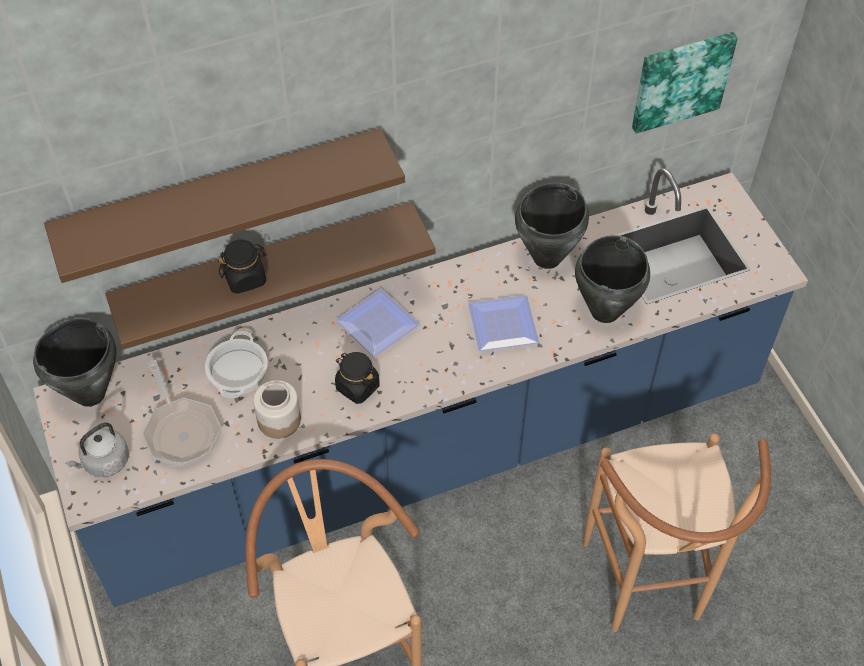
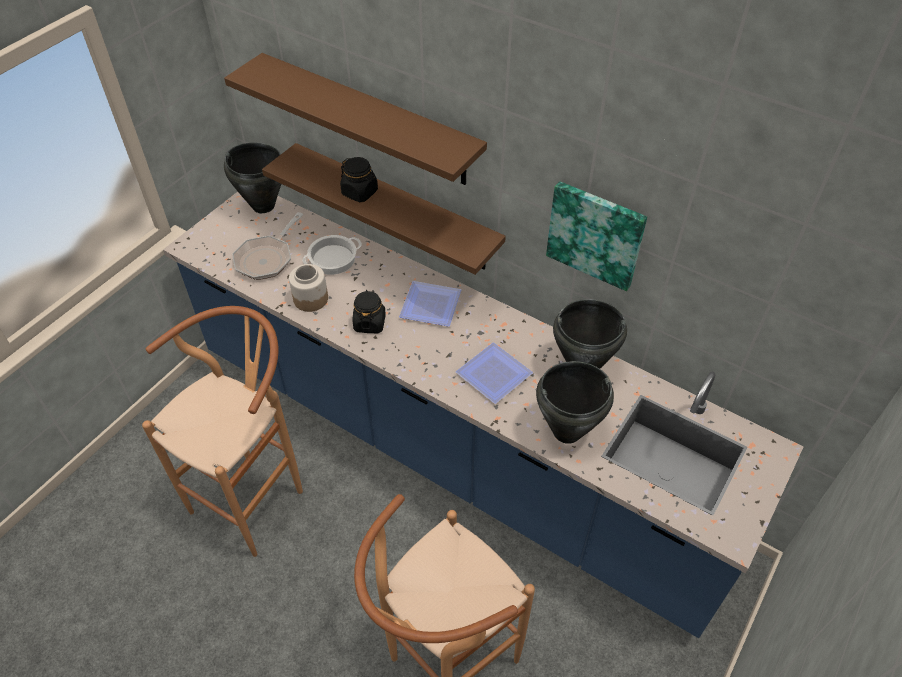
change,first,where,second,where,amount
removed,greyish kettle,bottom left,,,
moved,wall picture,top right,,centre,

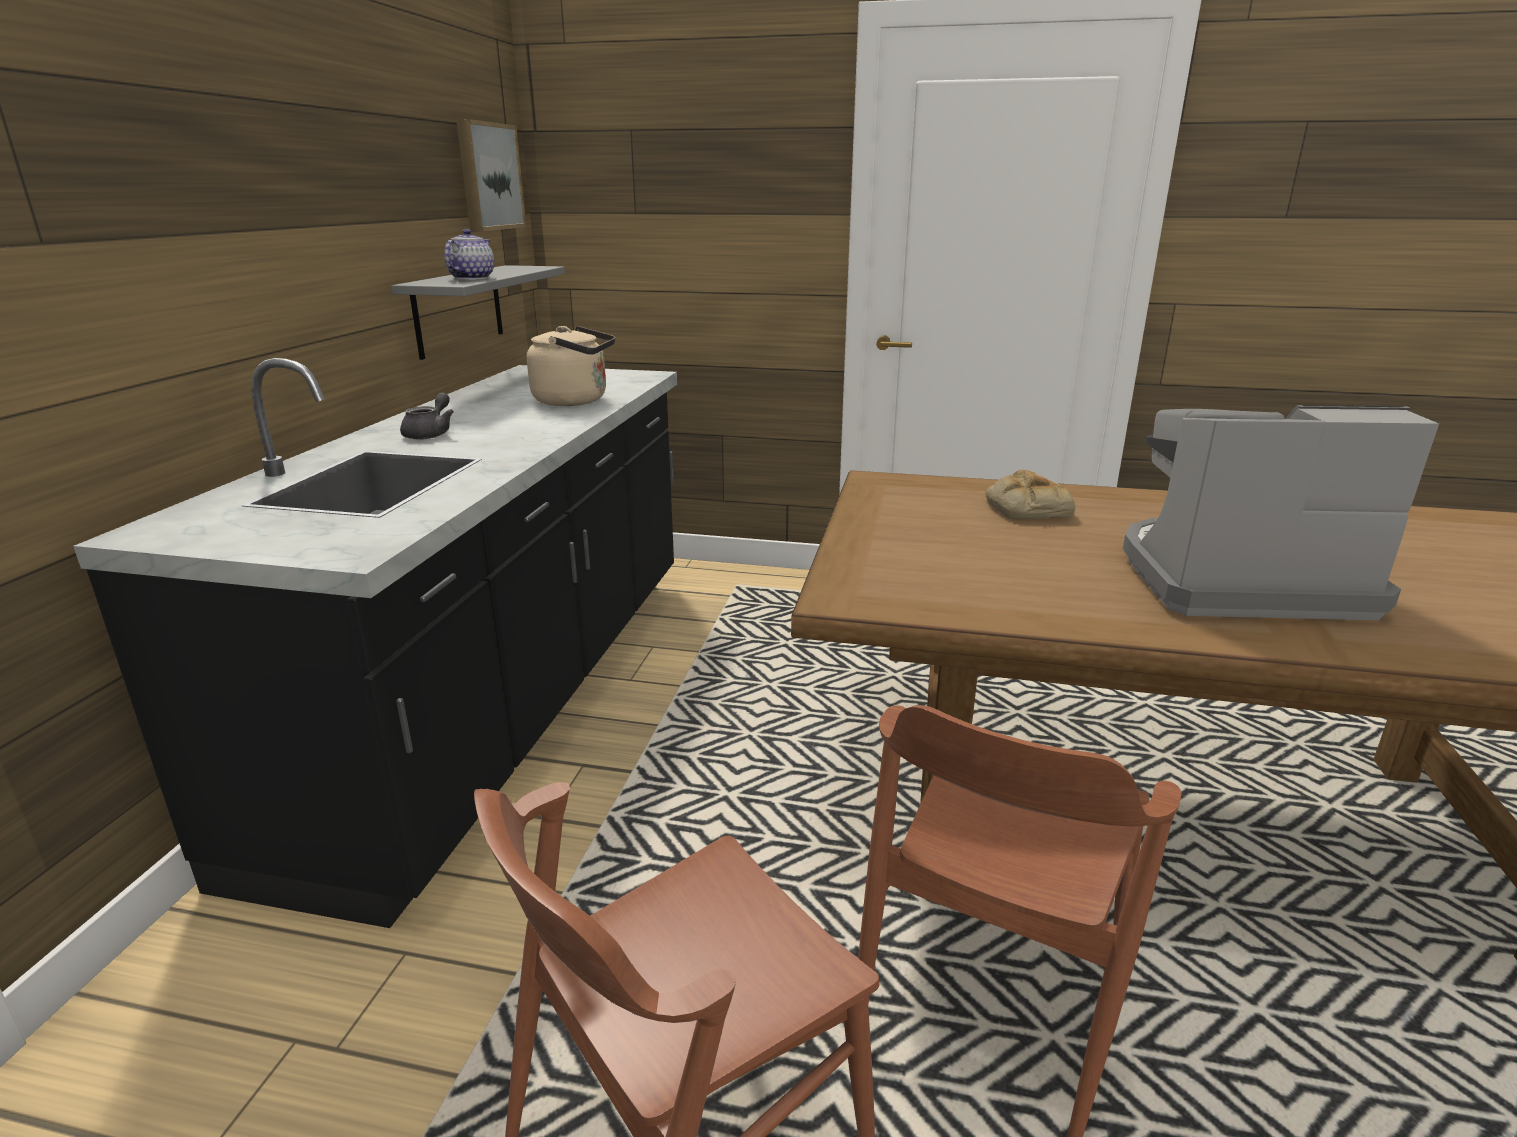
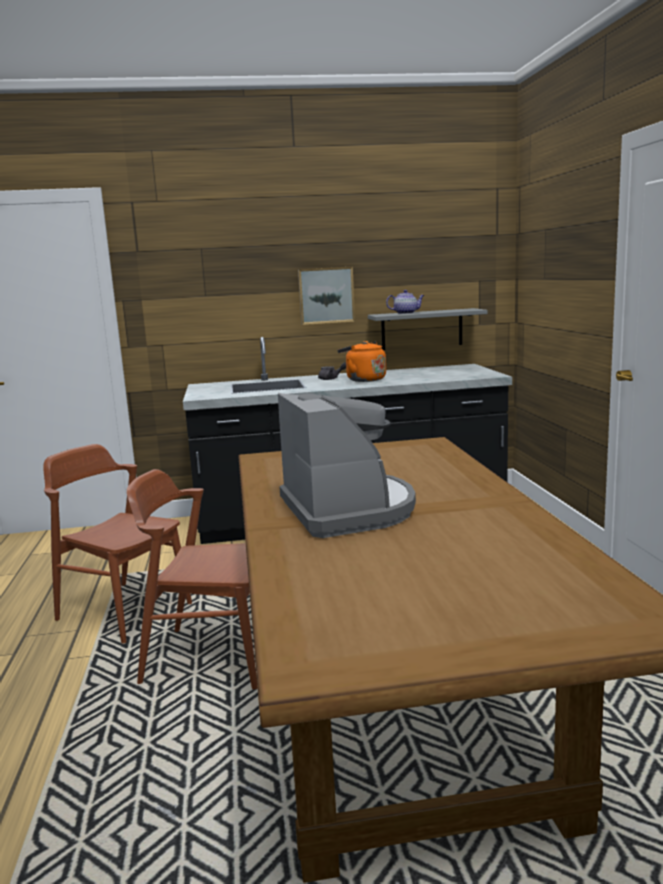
change,first,where,second,where,amount
removed,sand-coloured kettle,top centre,,,
removed,bakery bread,middle right,,,
added,,,orange kettle,centre,
moved,wall picture,top left,,centre,

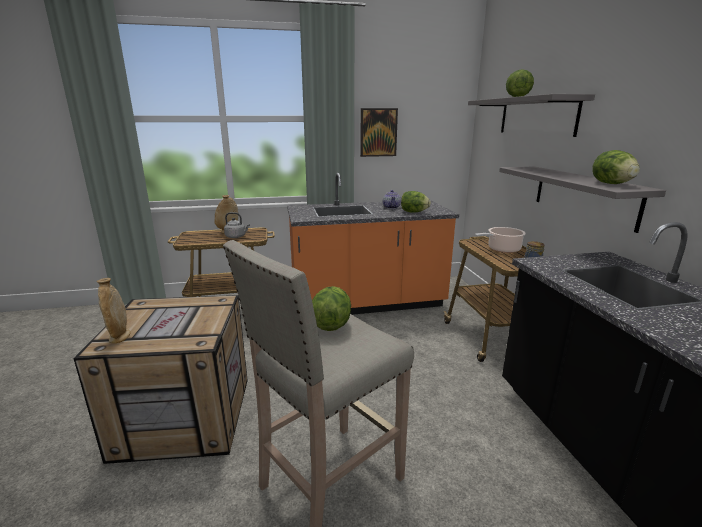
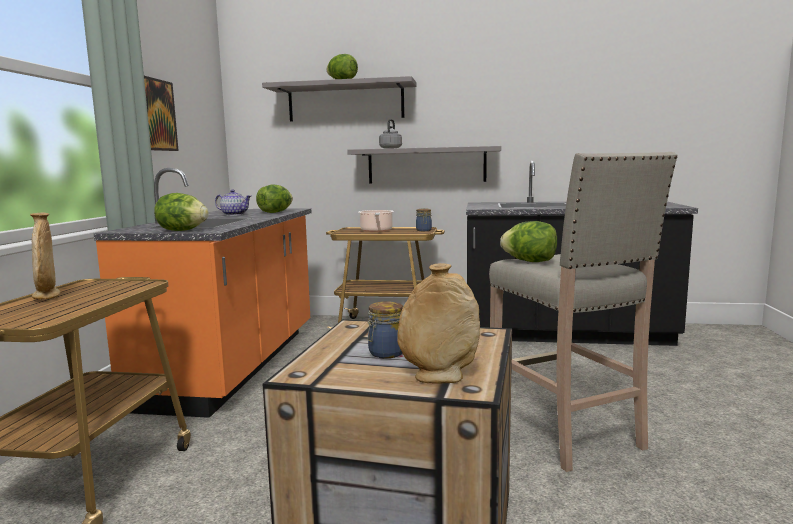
change,first,where,second,where,amount
added,,,jar (1st from left),centre,
moved,greyish kettle,centre,,top centre,
moved,lettuce (4th from left in the first image),top right,lettuce (1st from left),middle left,

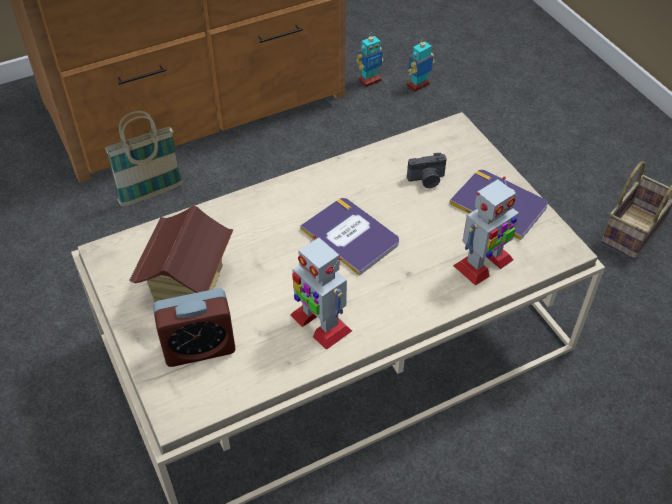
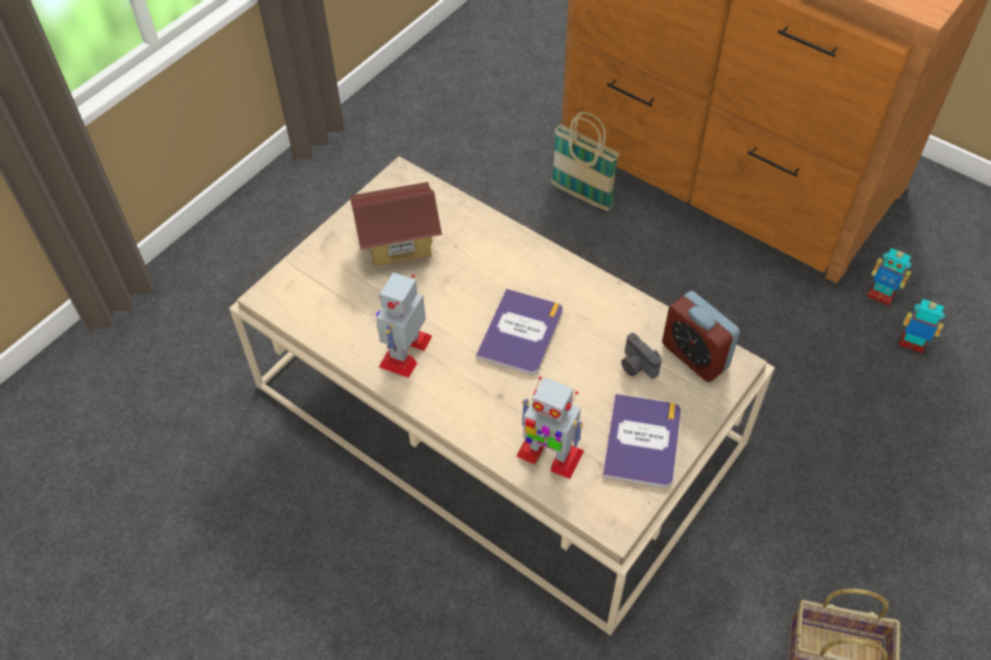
change,first,where,second,where,amount
moved,table clock,middle left,,middle right,

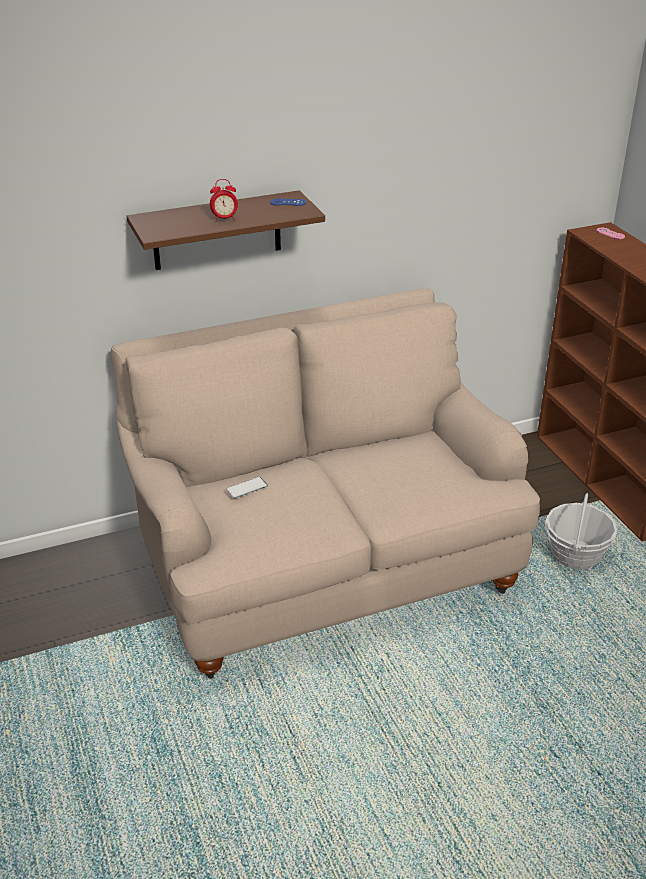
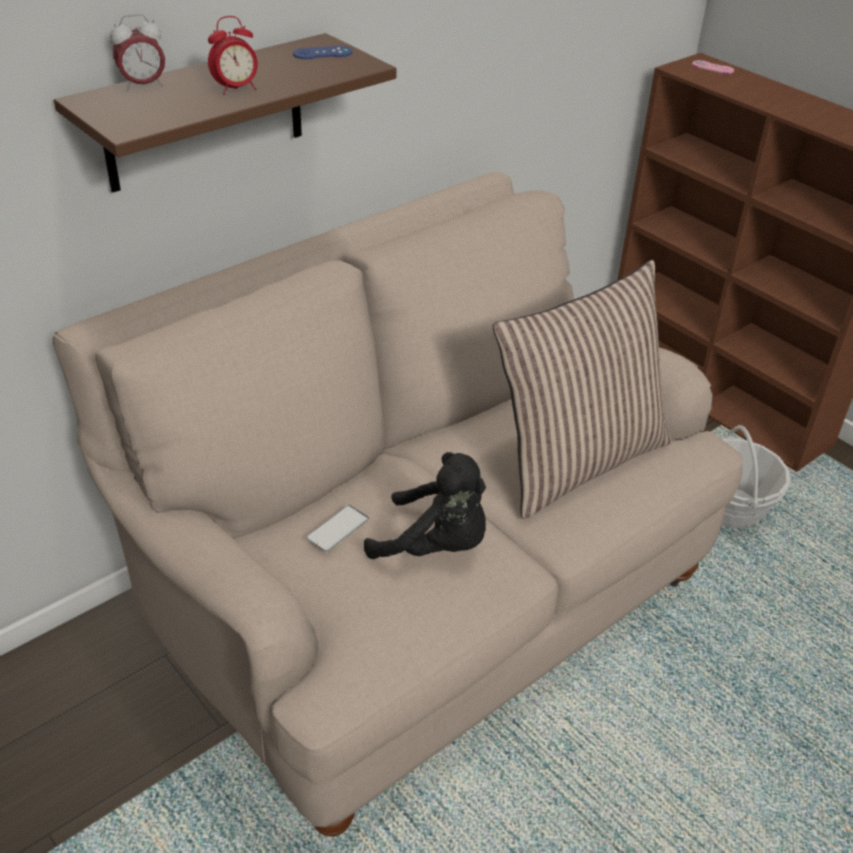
change,first,where,second,where,amount
added,,,table clock (1st from left),top left,
added,,,black-coloured cuddly toy,centre,
added,,,pillow,middle right,

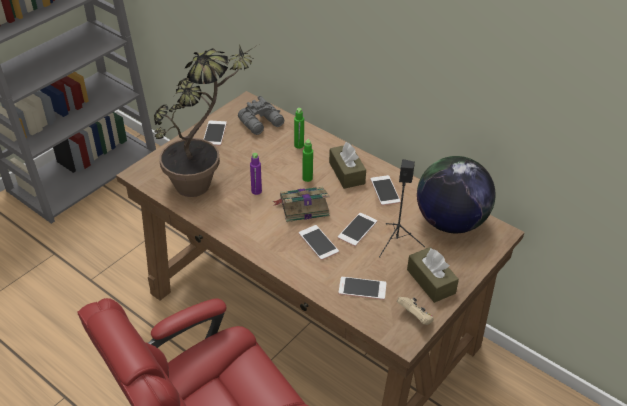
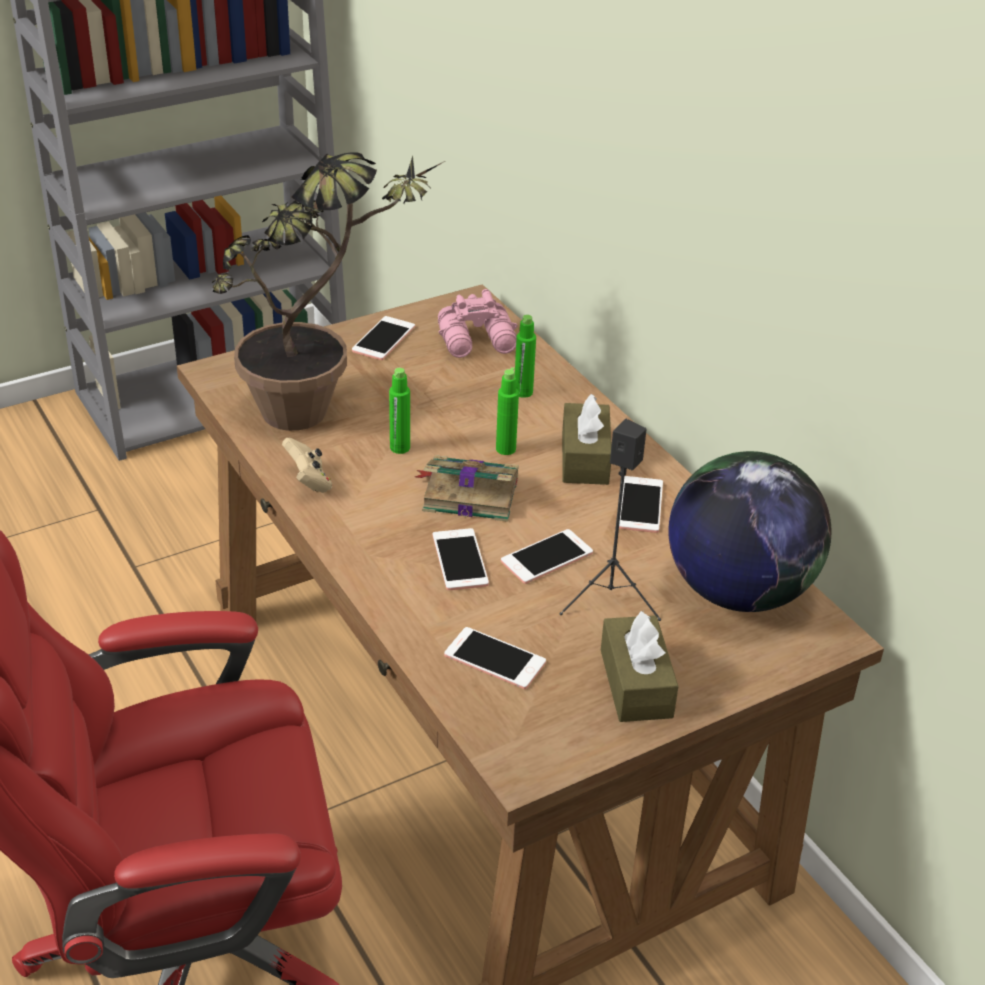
change,first,where,second,where,amount
moved,sand-coloured gamepad,bottom centre,,middle left,
recoloured,greyish pair of binoculars,top centre,pink pair of binoculars,top centre,
recoloured,purplish drink bottle,centre,green drink bottle (1st from left),centre,

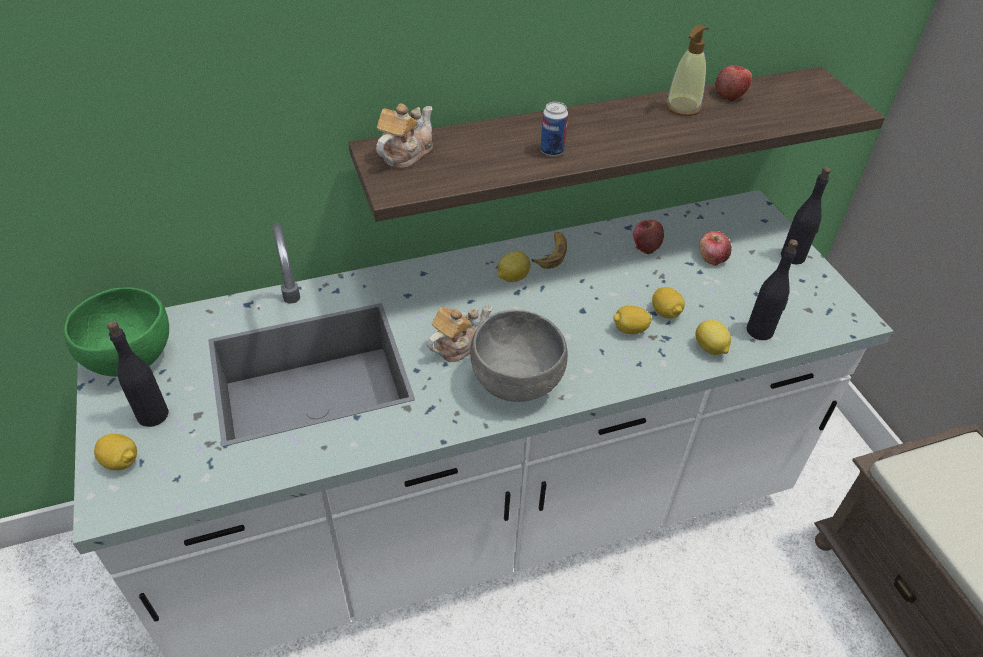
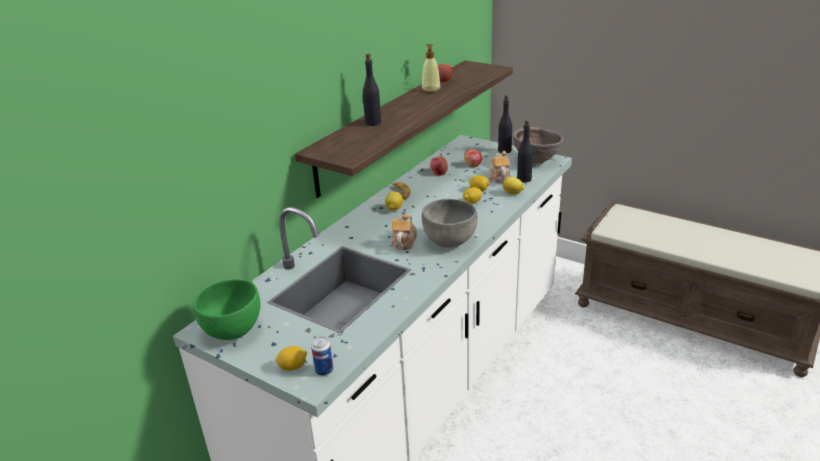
change,first,where,second,where,amount
added,,,brownish deep dish,top centre,
moved,black-coloured drink bottle (1st from left),middle left,,top centre,
moved,teapot (1st from left in the first image),top centre,teapot (2nd from left),centre,
moved,can,top centre,,bottom centre,

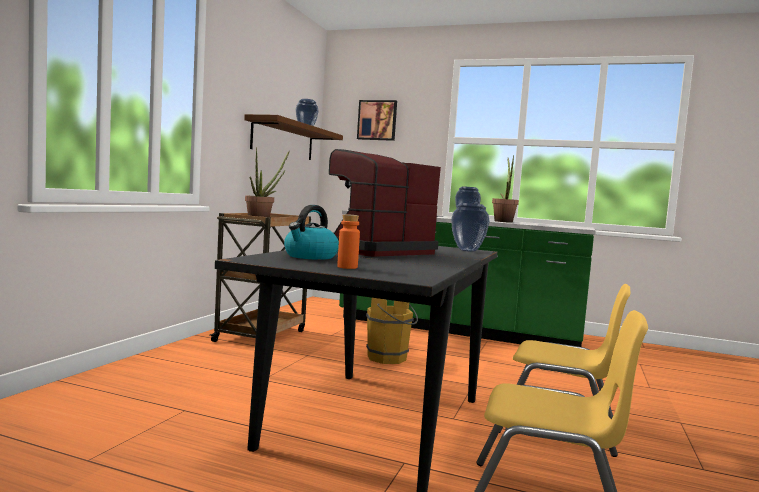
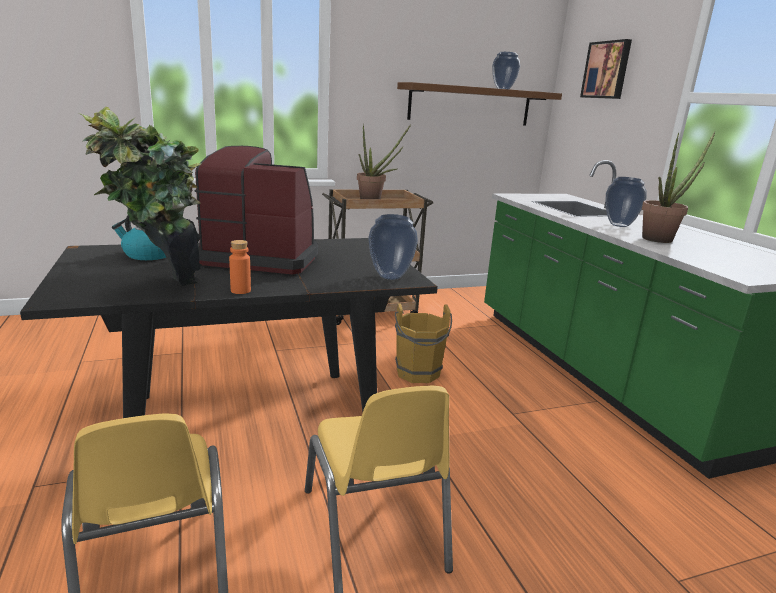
change,first,where,second,where,amount
added,,,houseplant (1st from left),top left,
moved,orange drink bottle,centre,,middle left,

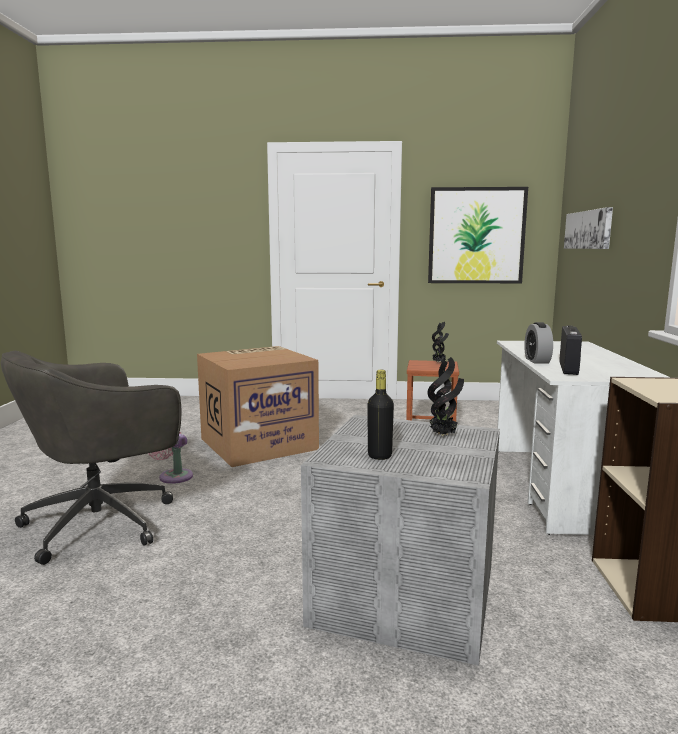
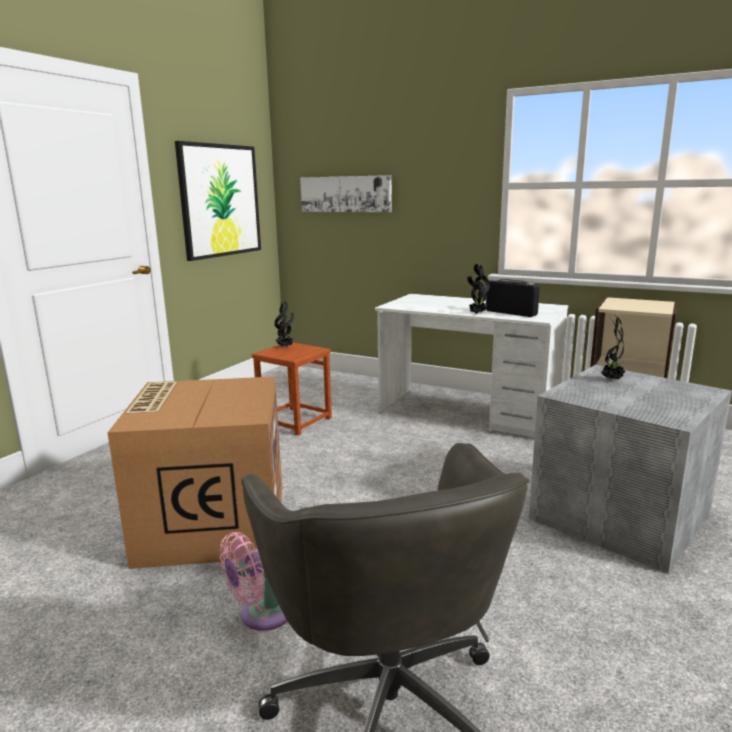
change,first,where,second,where,amount
removed,black-coloured drink bottle,centre,,,
replaced,table clock,middle right,houseplant (2nd from left),centre,

